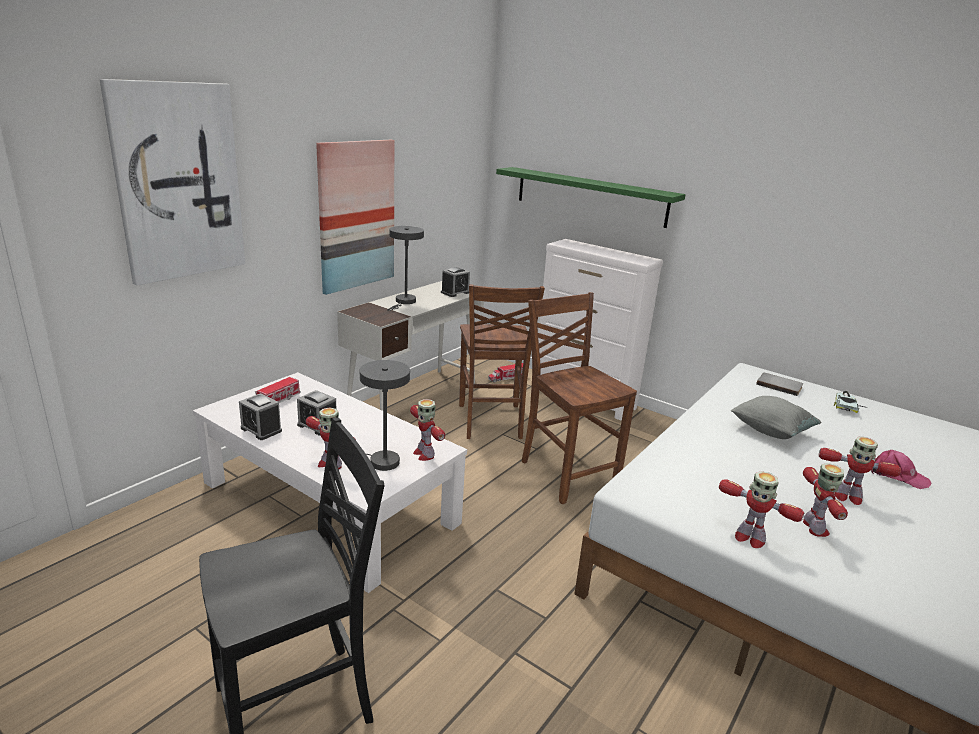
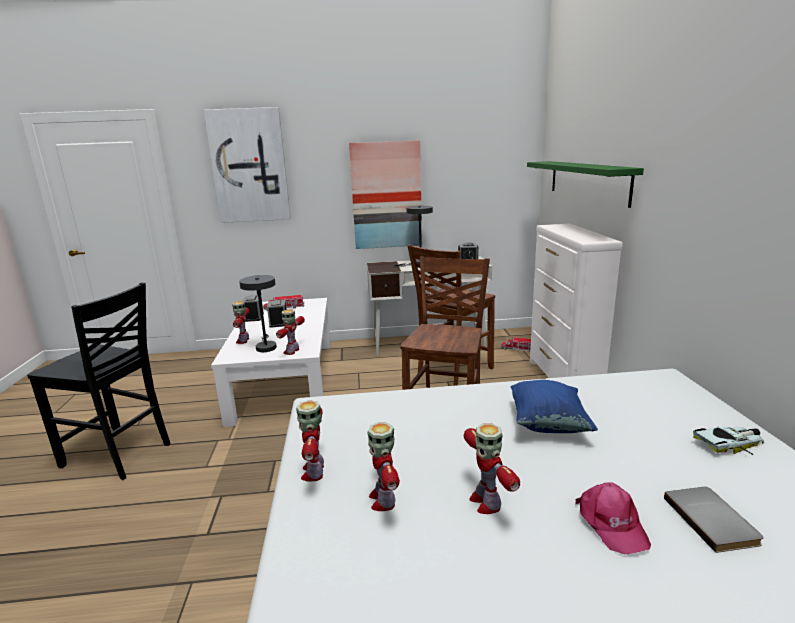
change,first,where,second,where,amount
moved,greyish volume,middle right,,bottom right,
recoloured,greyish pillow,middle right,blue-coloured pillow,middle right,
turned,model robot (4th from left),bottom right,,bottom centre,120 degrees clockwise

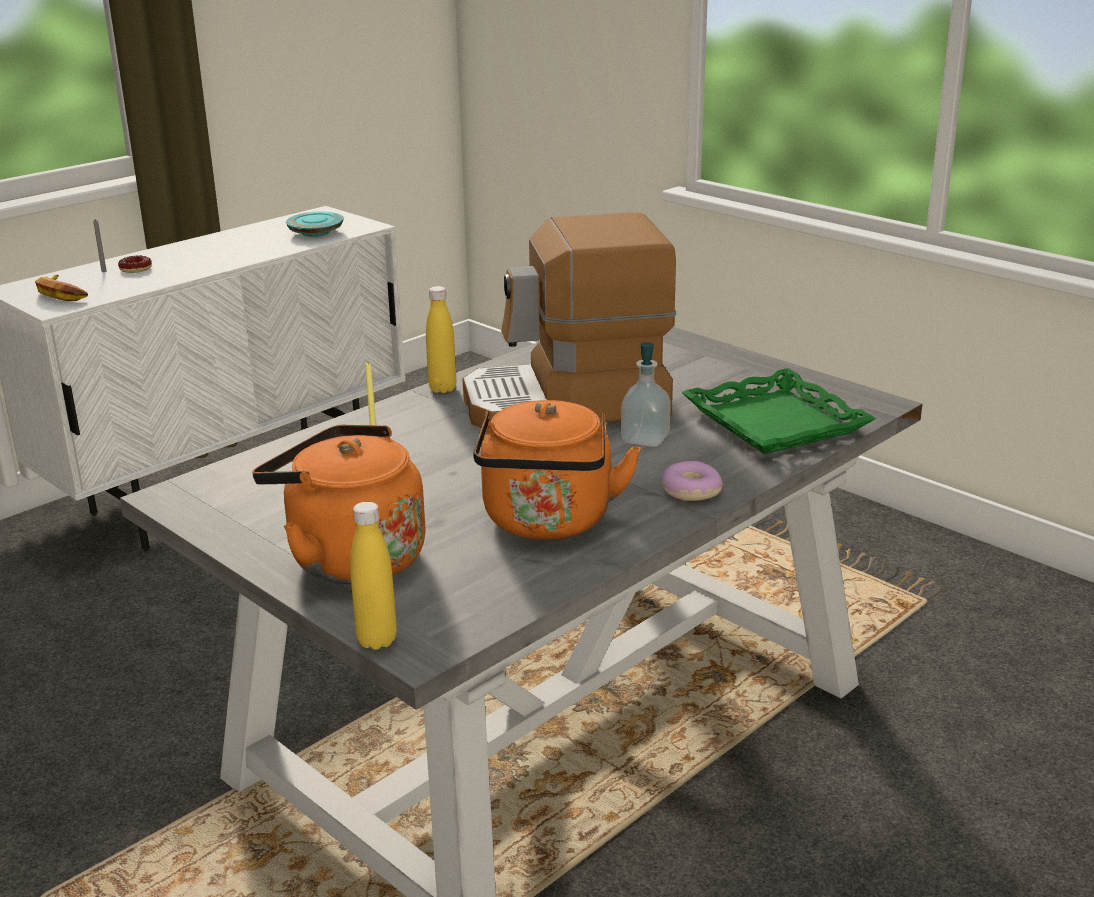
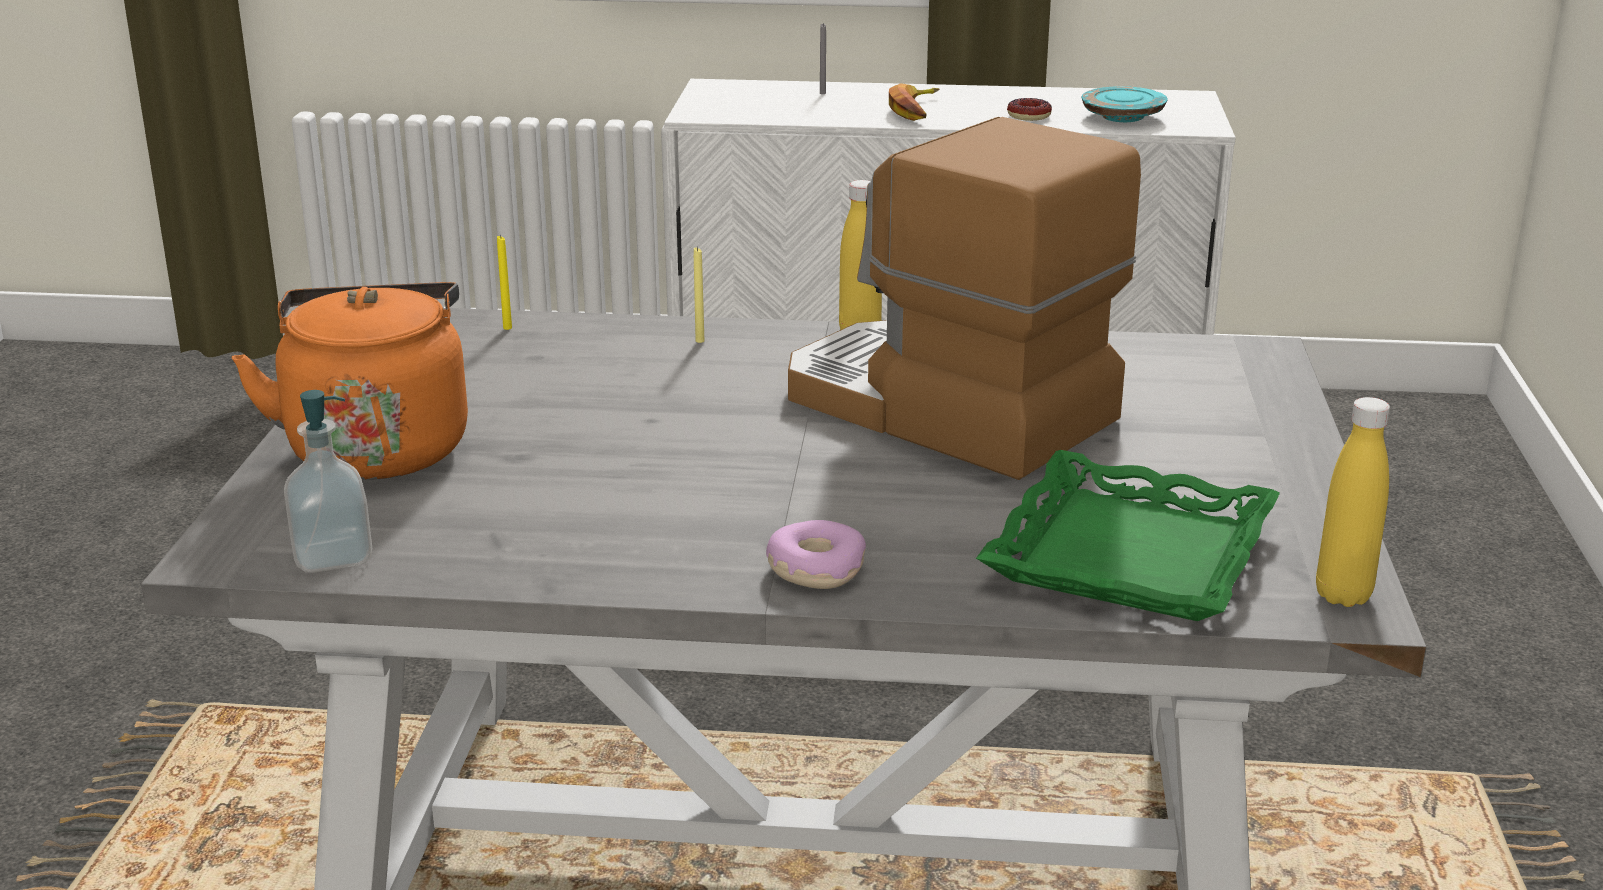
change,first,where,second,where,amount
removed,orange kettle (2nd from left),centre,,,
added,,,yellowish wax candle (1st from left),top left,
moved,banana,top left,,top centre,
moved,doughnut (1st from left in the first image),top left,doughnut (2nd from left),top centre,
moved,yellowish drink bottle (1st from left in the first image),centre,yellowish drink bottle (2nd from left),middle right,
moved,liquid soap bottle,centre,,middle left,

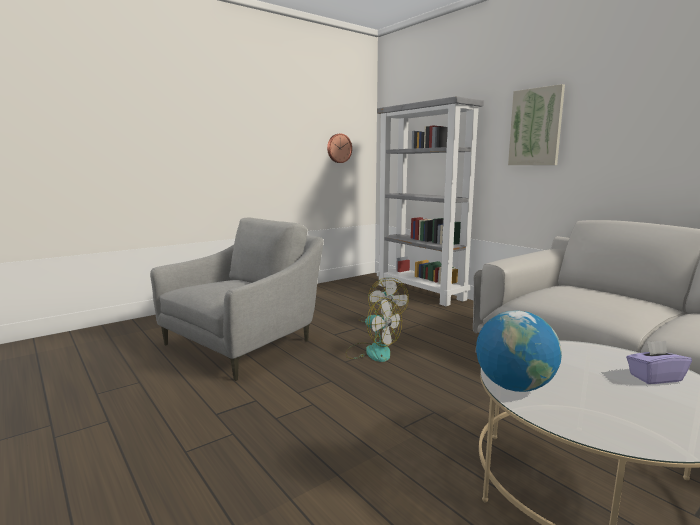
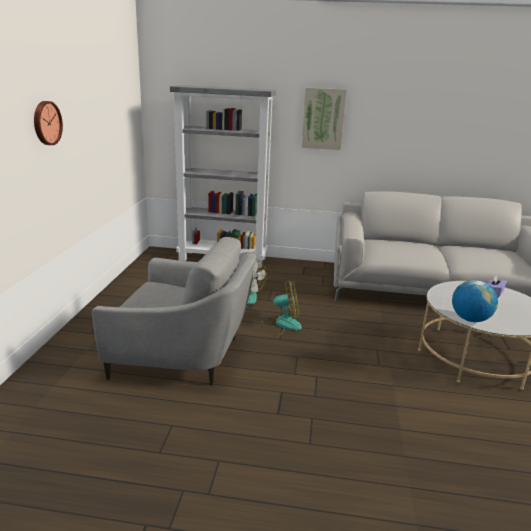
change,first,where,second,where,amount
moved,clock on the wall,top centre,,top left,
turned,greyish lounge chair,centre,,middle left,105 degrees clockwise

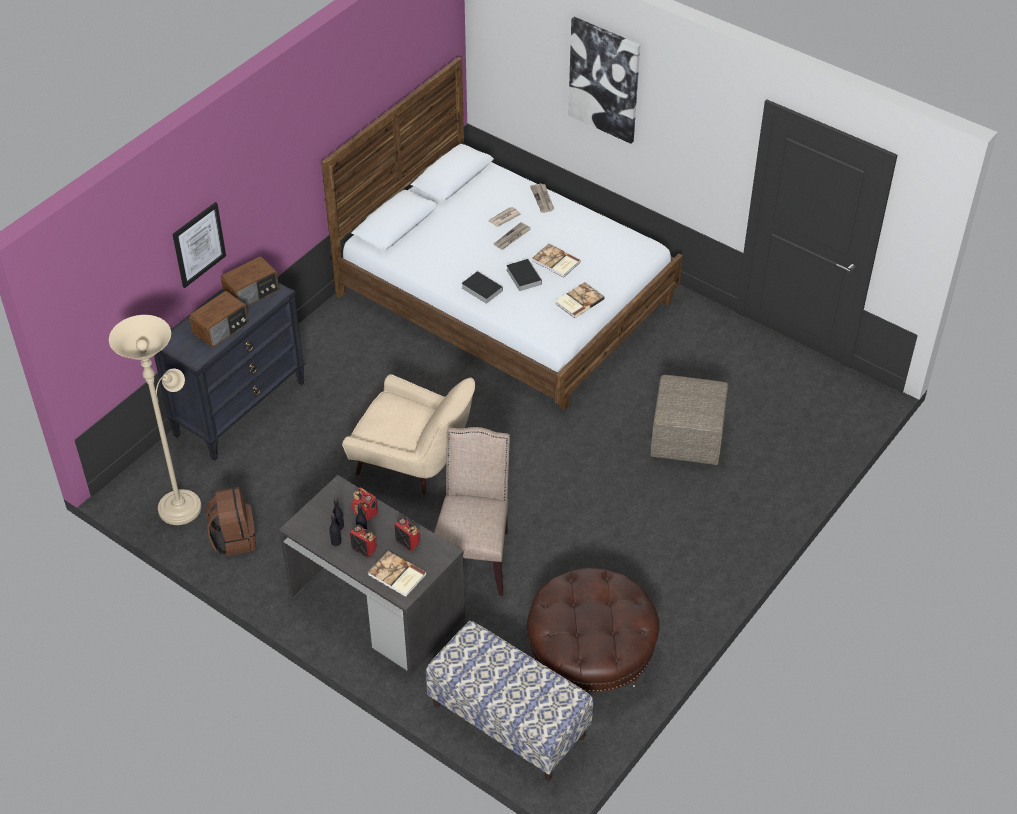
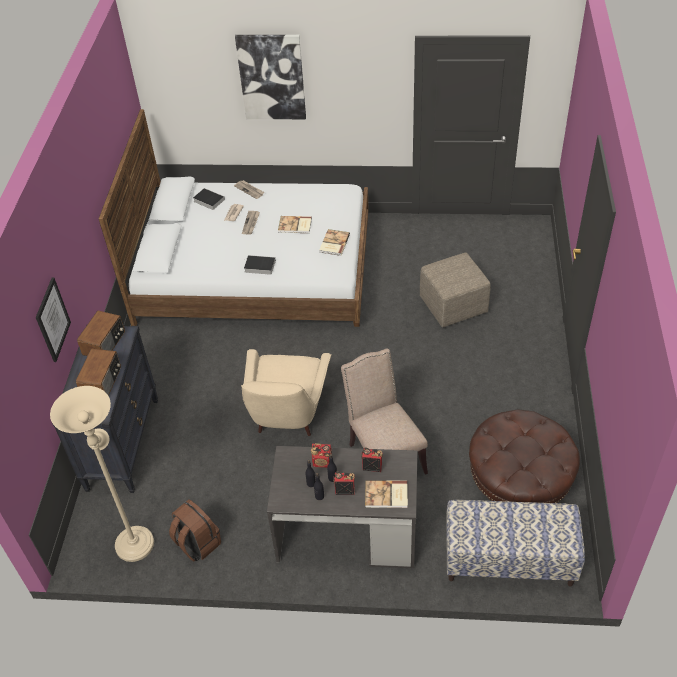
change,first,where,second,where,amount
moved,volume (3rd from left in the first image),centre,volume (1st from left),top left,
turned,sand-coloured lounge chair,centre,,centre,105 degrees clockwise

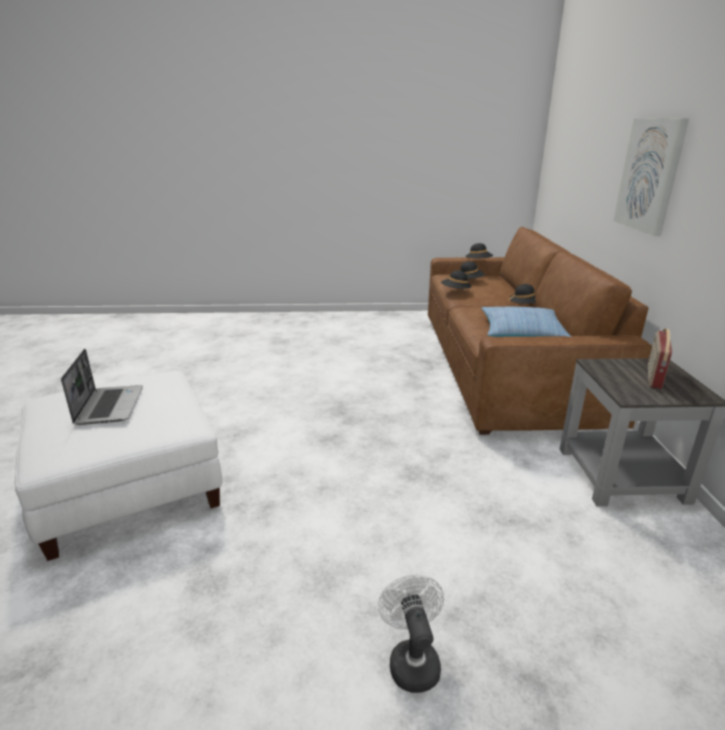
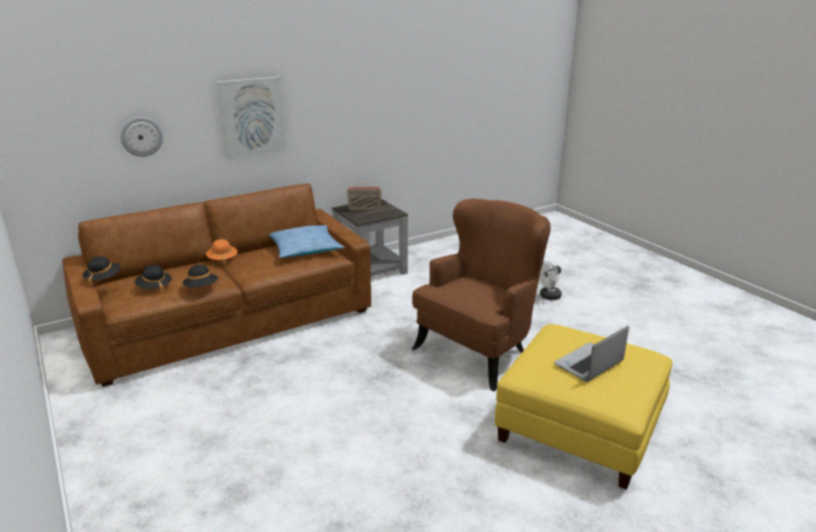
change,first,where,second,where,amount
added,,,clock on the wall,top left,
added,,,brownish lounge chair,centre,
recoloured,white-coloured footrest,middle left,yellowish footrest,bottom right,
recoloured,black-coloured clothing hat (4th from left),middle right,orange clothing hat,middle left,

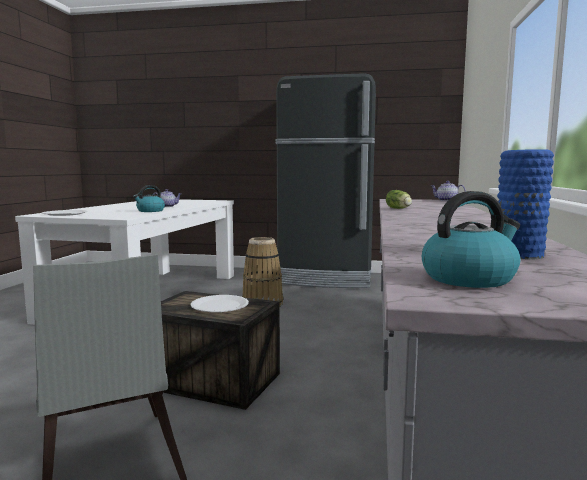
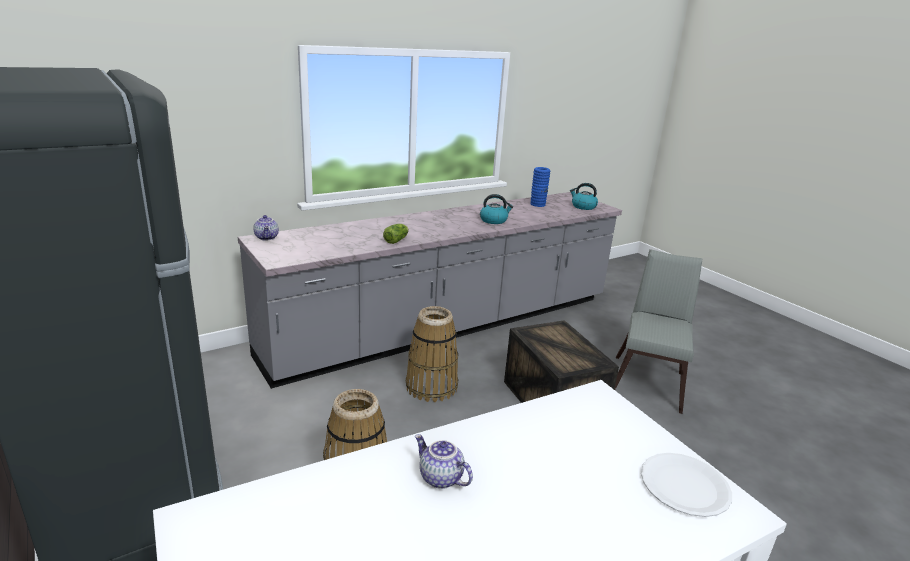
change,first,where,second,where,amount
removed,white-coloured flat dish (2nd from left),centre,,,
added,,,storage basket (2nd from left),centre,
moved,kettle (1st from left),middle left,,centre,

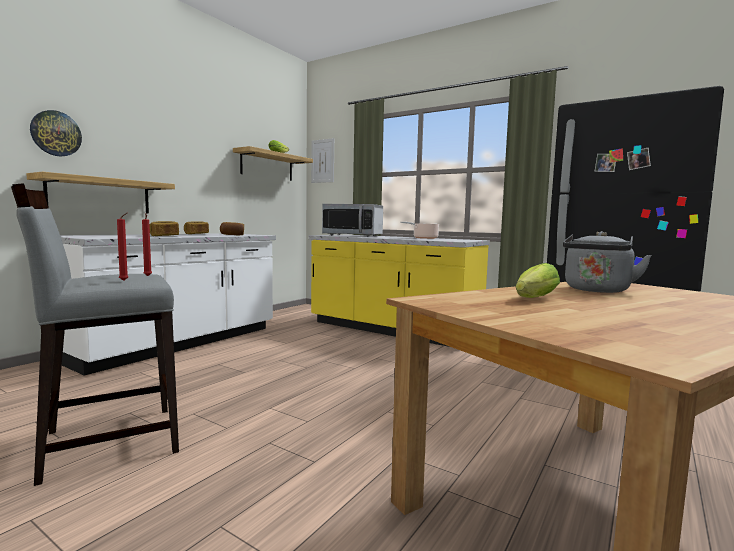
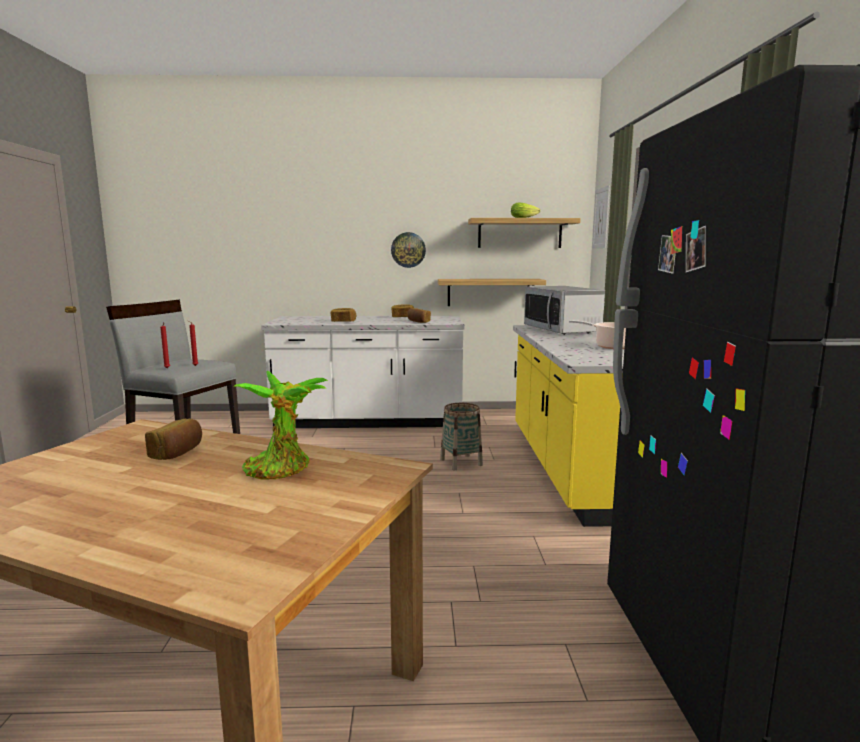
change,first,where,second,where,amount
added,,,storage basket,centre,
moved,bracket shelf (1st from left),middle left,,centre,
moved,clock on the wall,top left,,centre,
replaced,lettuce (2nd from left),middle right,bakery bread (1st from left),middle left,
replaced,greyish kettle,middle right,houseplant,middle left,

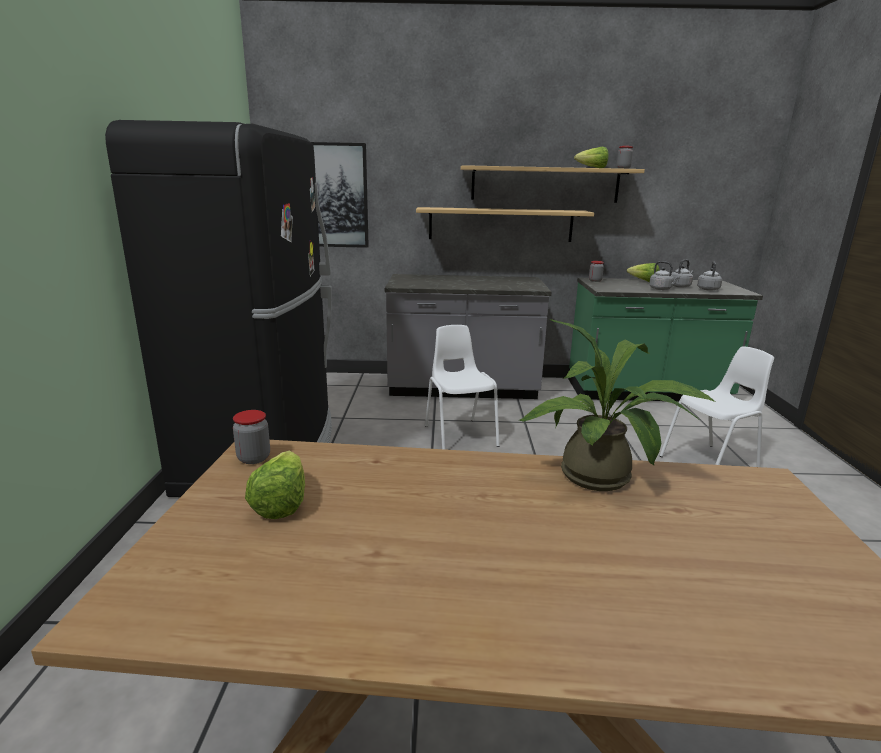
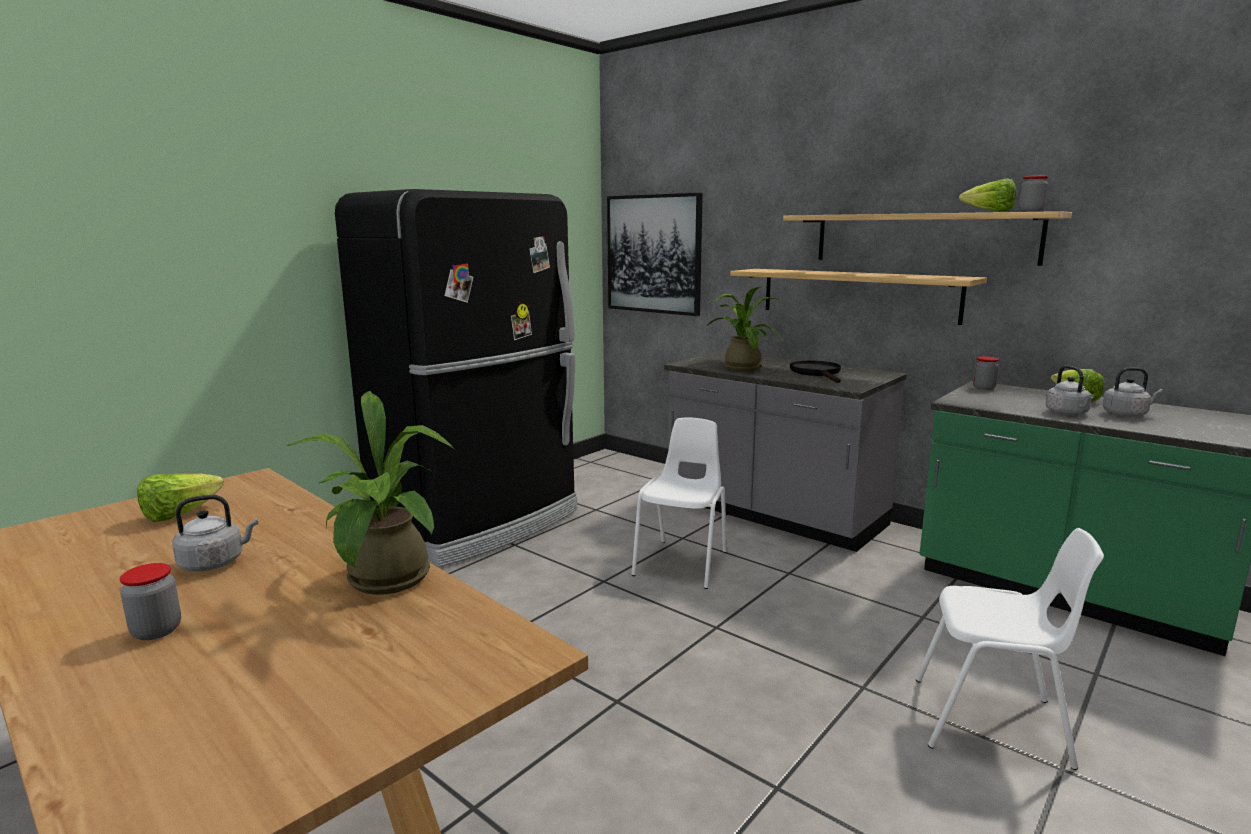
change,first,where,second,where,amount
added,,,houseplant (2nd from left),centre,
added,,,black-coloured skillet,centre,
moved,jar (1st from left),middle left,,bottom left,
moved,greyish kettle (3rd from left in the first image),middle right,greyish kettle (1st from left),middle left,

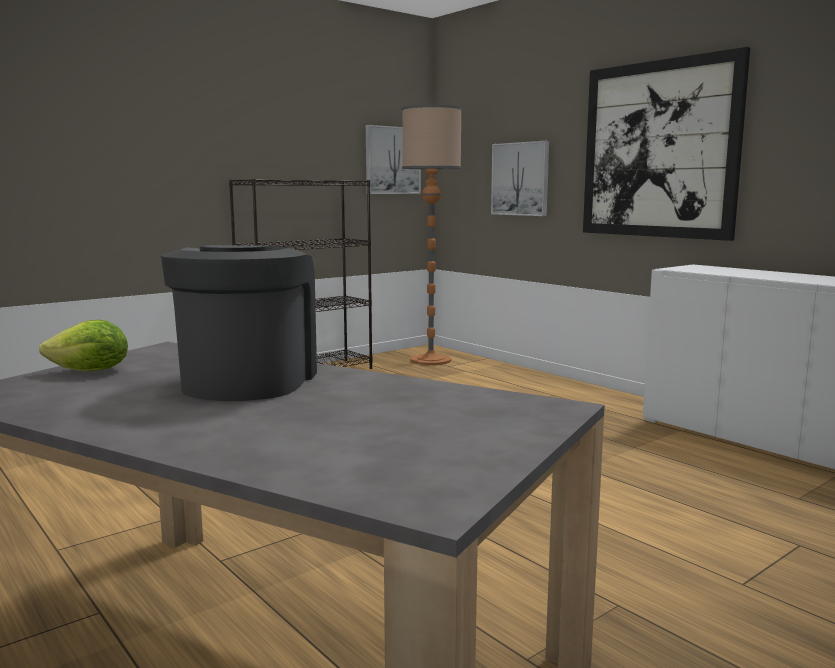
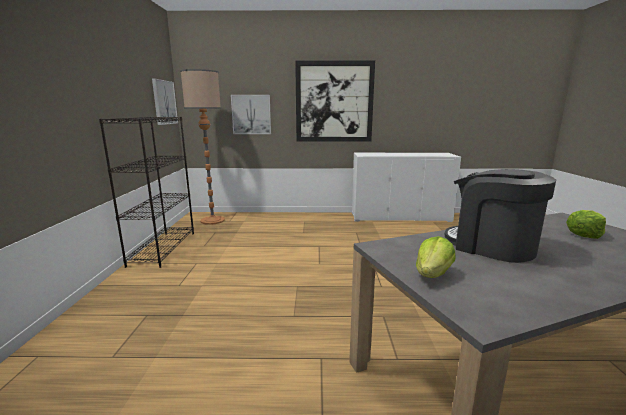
change,first,where,second,where,amount
added,,,lettuce (2nd from left),middle right,

